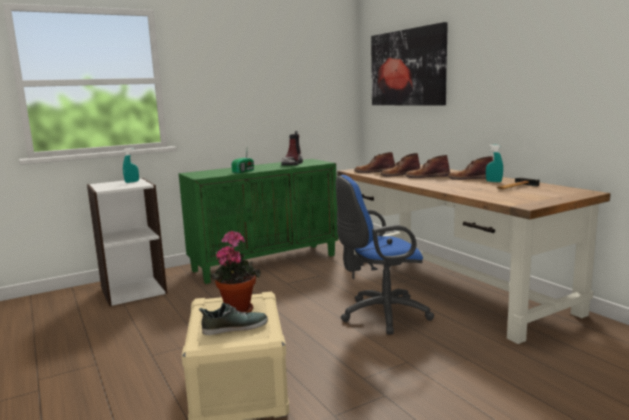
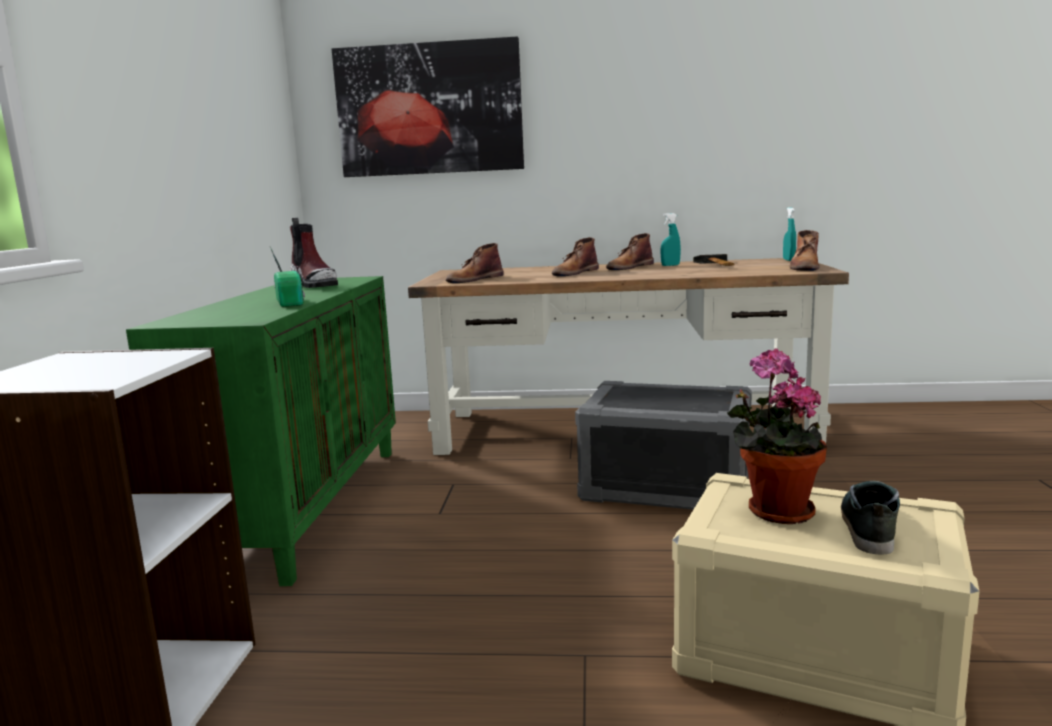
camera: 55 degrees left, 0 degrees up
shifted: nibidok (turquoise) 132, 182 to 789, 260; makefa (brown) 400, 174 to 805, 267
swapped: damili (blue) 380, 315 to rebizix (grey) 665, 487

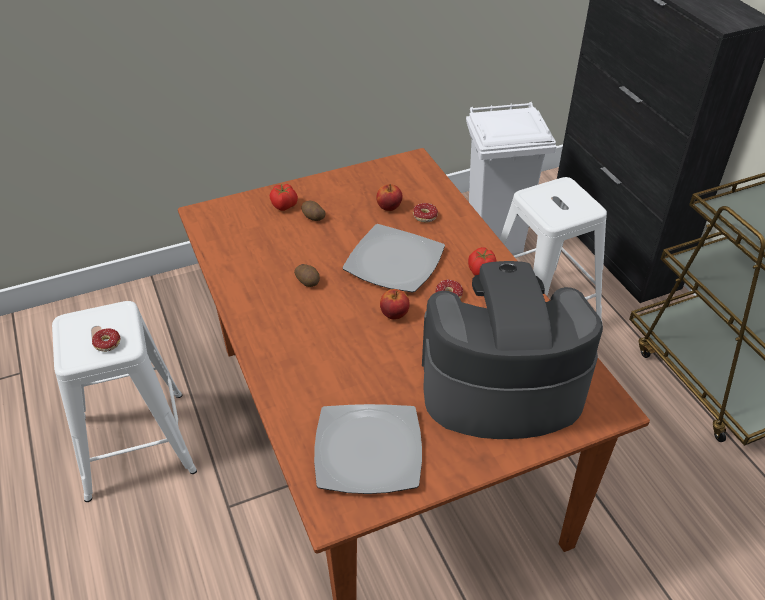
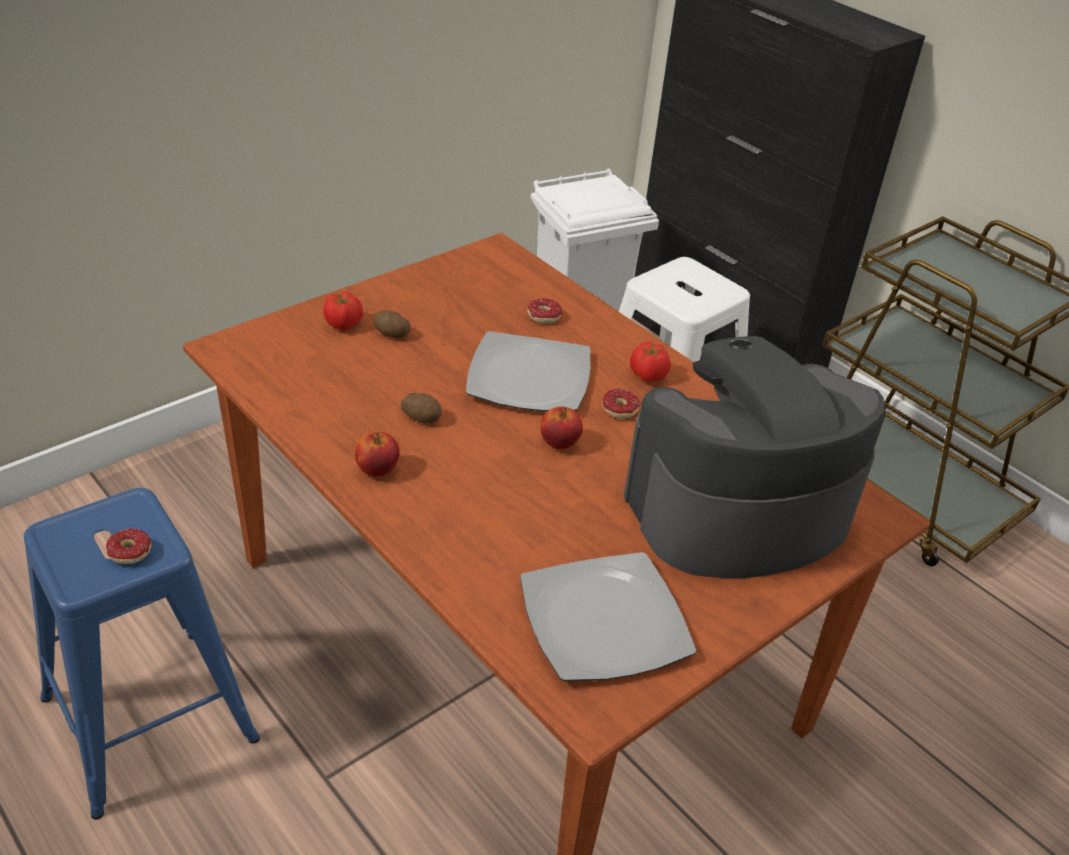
camera: 20 degrees left, 5 degrees down
shifted: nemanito 389, 207 to 377, 469
repainted: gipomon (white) 134, 443 to gipomon (blue) 146, 717

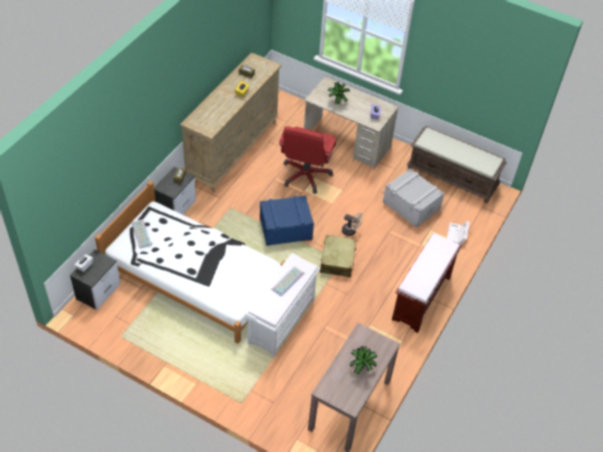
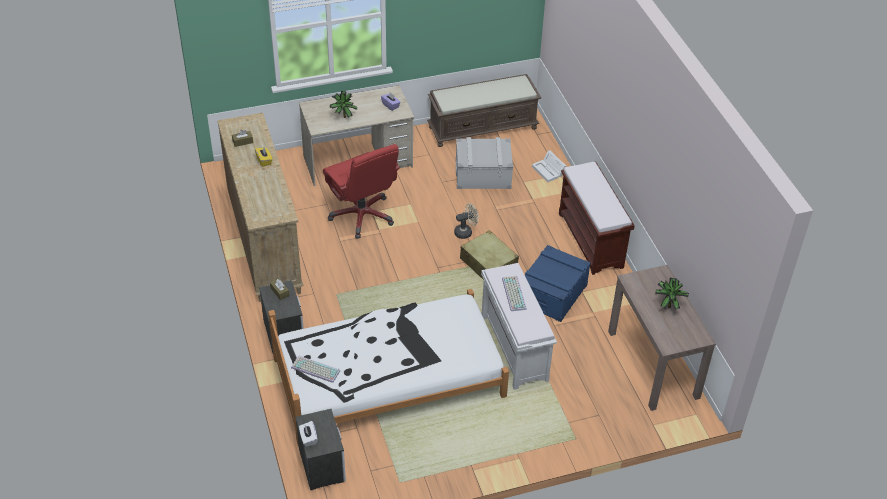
camera: 45 degrees left, 5 degrees down
shifted: rebizix (blue) 285, 228 to 552, 293

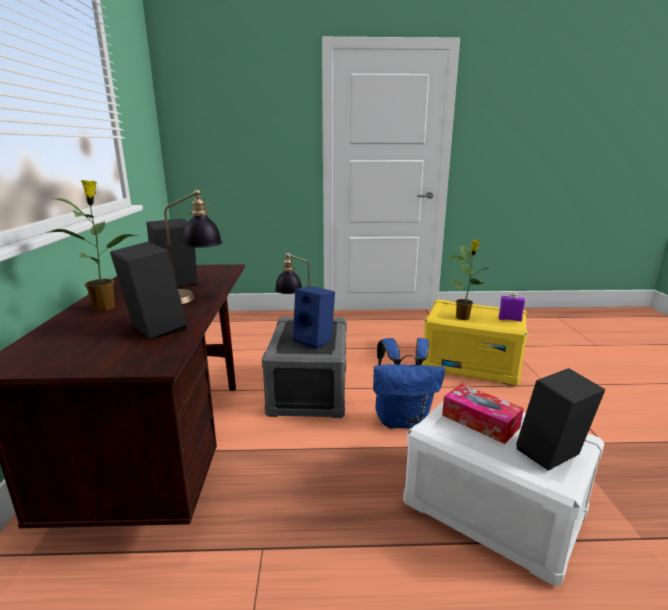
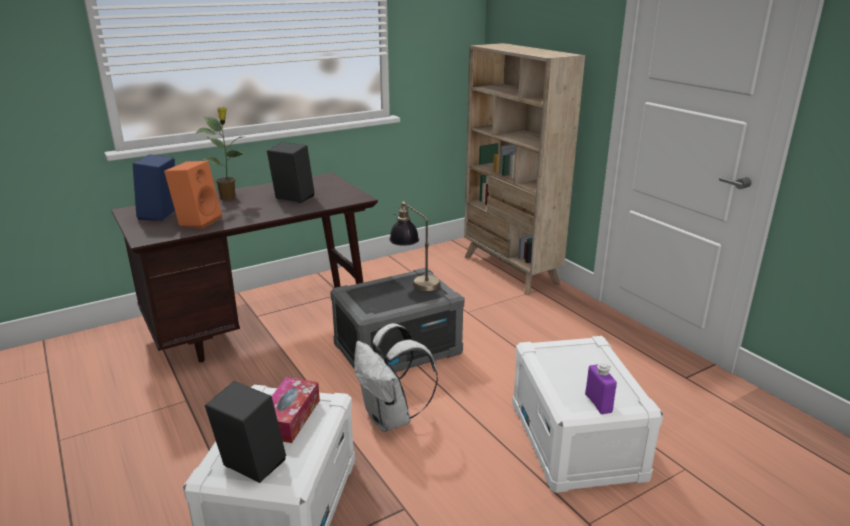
camera: 60 degrees right, 5 degrees up
gone: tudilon 192, 298; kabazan 463, 318
new: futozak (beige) 510, 270
shifted: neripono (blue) 315, 340 to 161, 215
repainted: neripono (black) 153, 329 to neripono (orange) 198, 221; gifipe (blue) 402, 420 to gifipe (white) 391, 418; rebizix (yellow) 471, 364 to rebizix (white) 577, 441

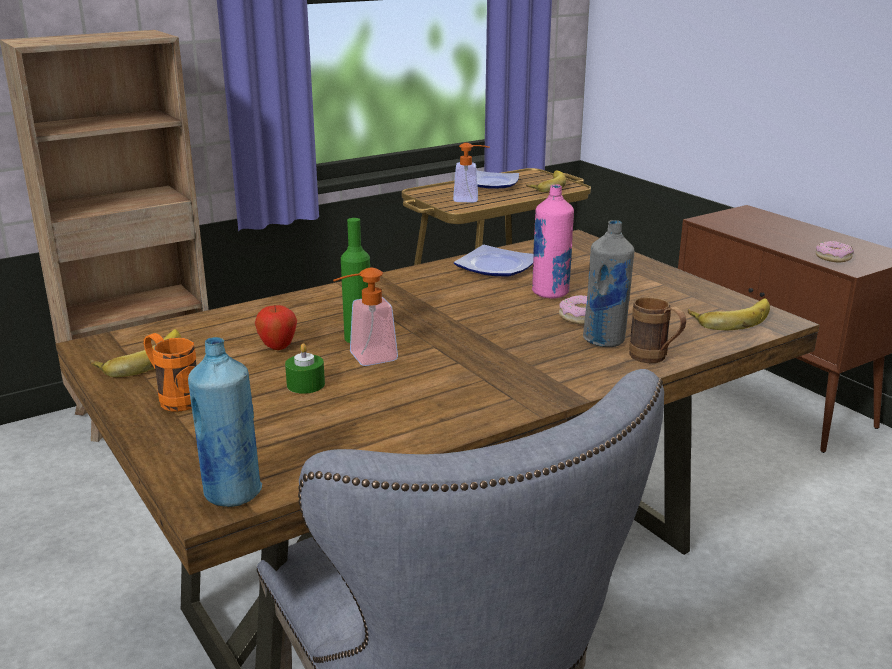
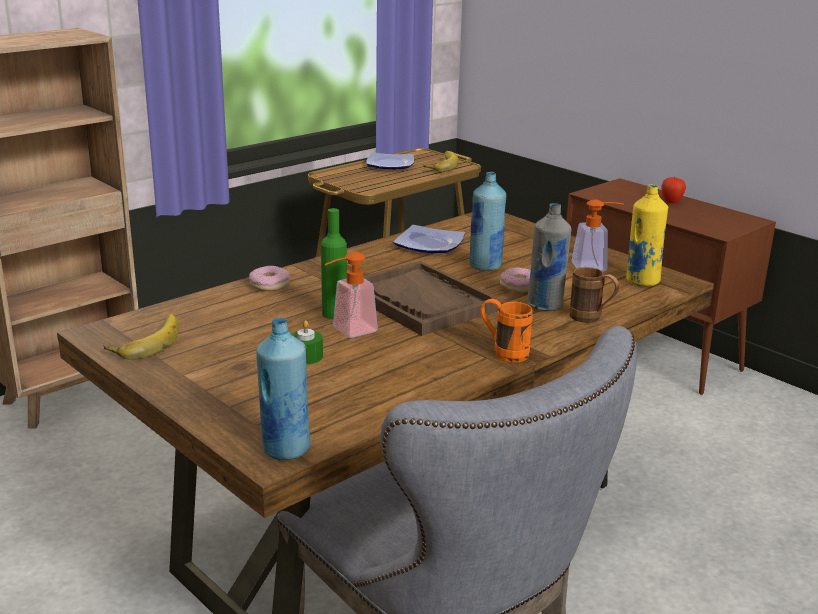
camera: 10 degrees left, 0 degrees up
new: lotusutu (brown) 421, 301
shifted: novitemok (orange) 173, 399 to 503, 353; nemanito 278, 348 to 671, 202; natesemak 471, 199 to 595, 267; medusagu 833, 257 to 270, 285
swapped: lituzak 730, 318 to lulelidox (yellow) 642, 281
repainted: lulelidox (pink) 550, 293 to lulelidox (blue) 485, 266

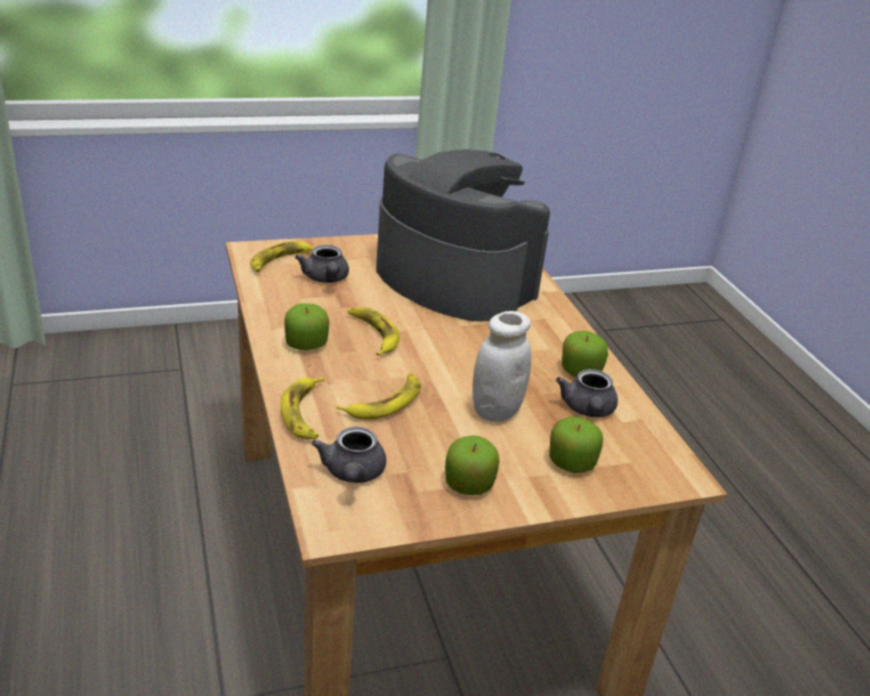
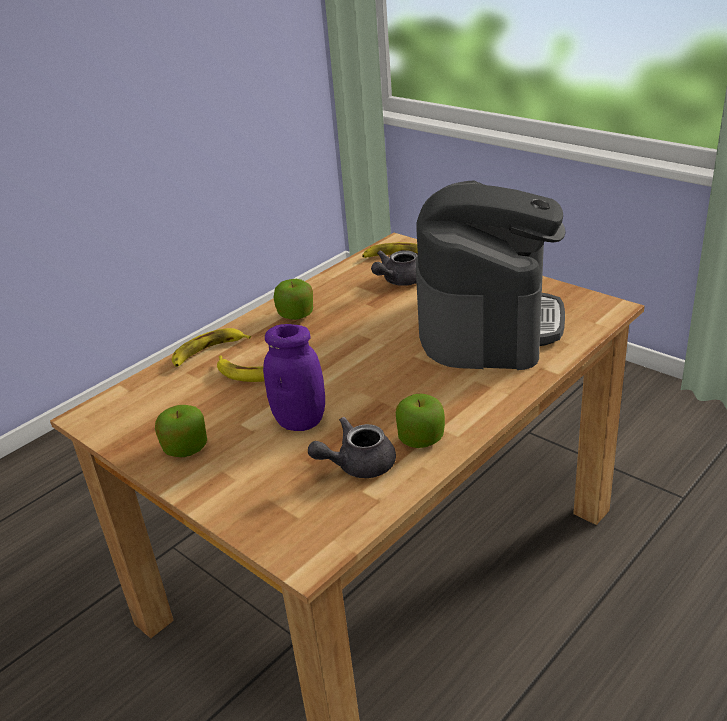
camera: 65 degrees right, 0 degrees up
gone: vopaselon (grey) 352, 474; lituzak 373, 334; nemanito 571, 462
repainted: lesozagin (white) 495, 411 to lesozagin (purple) 300, 421

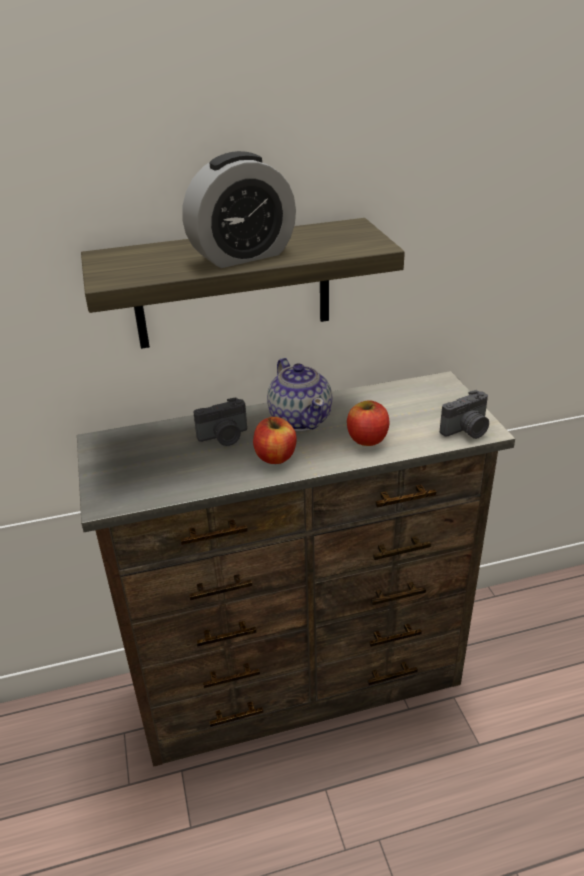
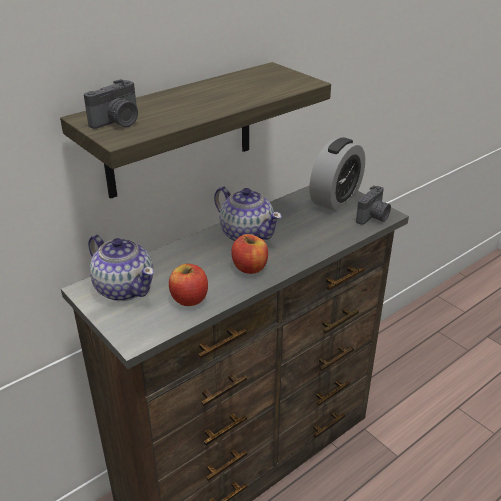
camera: 25 degrees left, 0 degrees up
new: vopaselon 124, 288
shifted: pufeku 242, 255 to 335, 199; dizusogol 224, 437 to 118, 122; nemanito 367, 439 to 189, 299

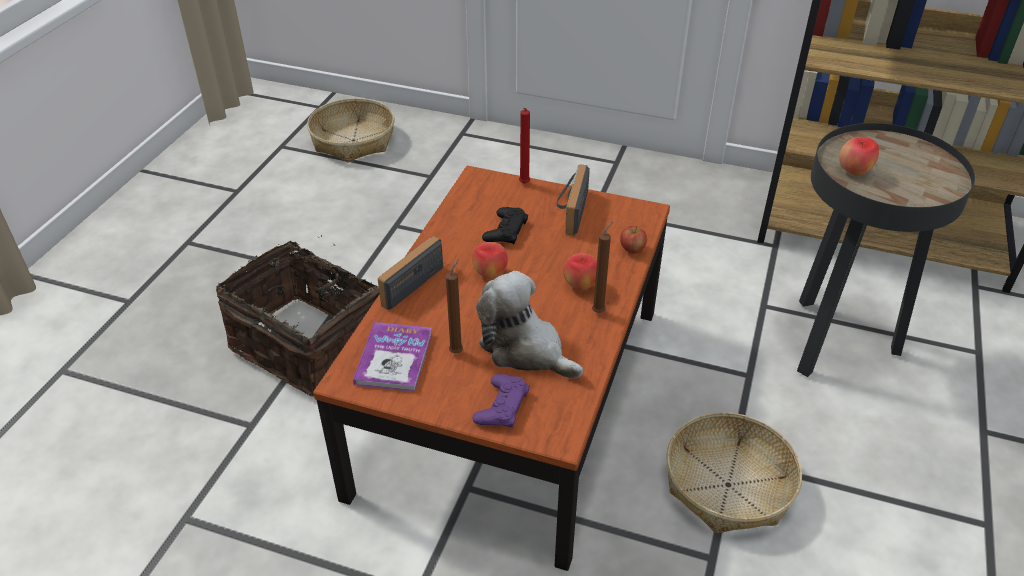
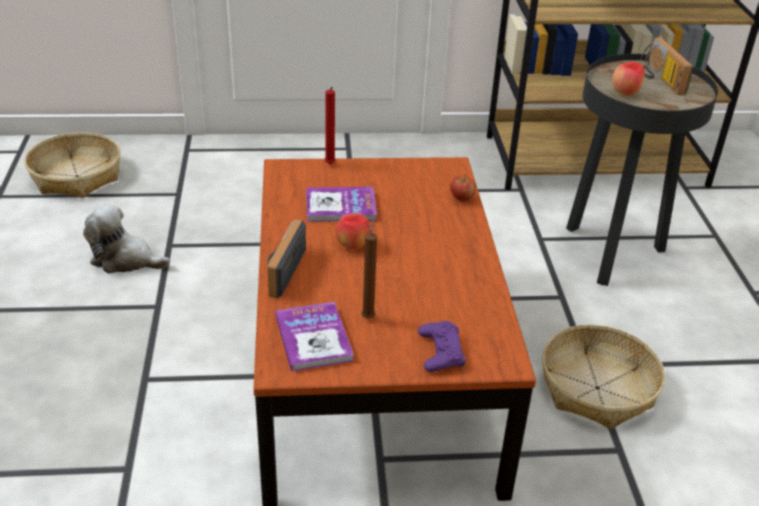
camera: 25 degrees left, 5 degrees down
gone: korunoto 310, 344; nemanito 580, 286; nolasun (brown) 599, 311
shifted: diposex 525, 349 to 125, 259; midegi 569, 210 to 658, 79
swapped: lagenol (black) 505, 230 to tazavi 340, 206

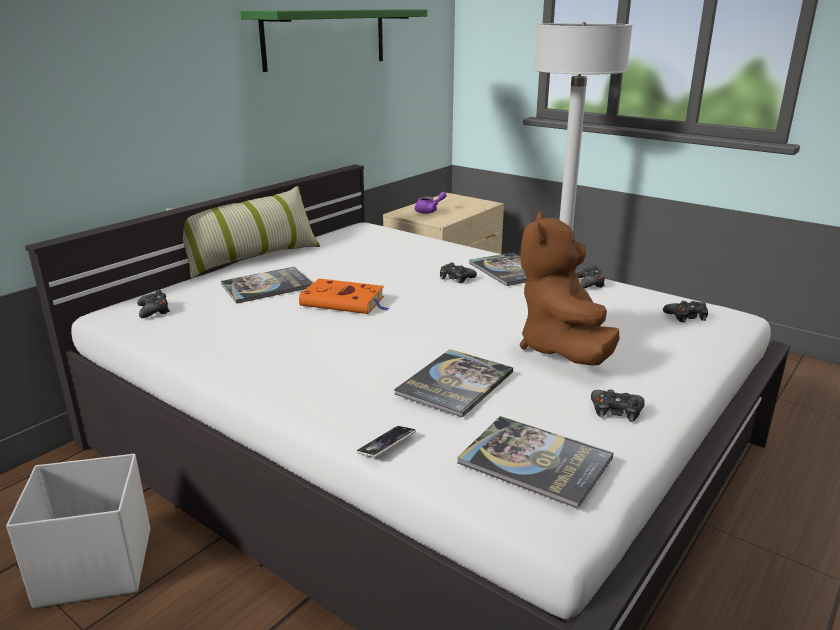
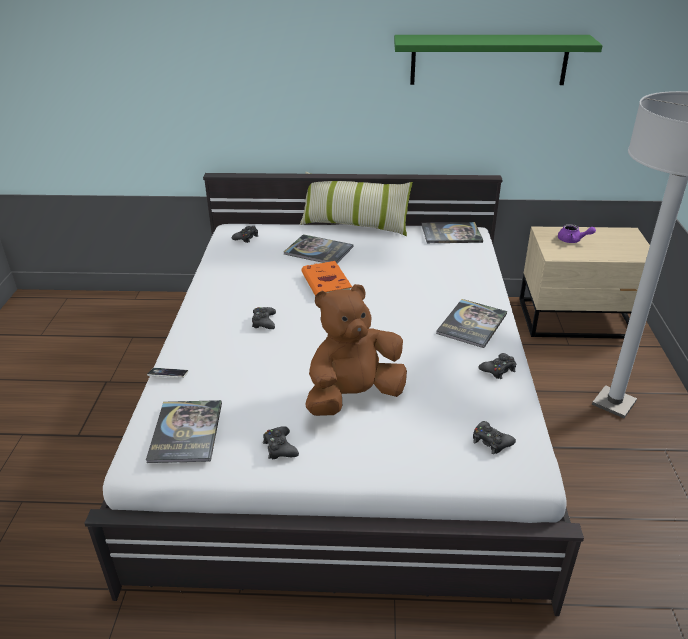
camera: 55 degrees right, 10 degrees up
gone: rebizix (white) 94, 566
shifted: tazavi 455, 383 to 451, 234; lagenol (black) 456, 278 to 264, 322

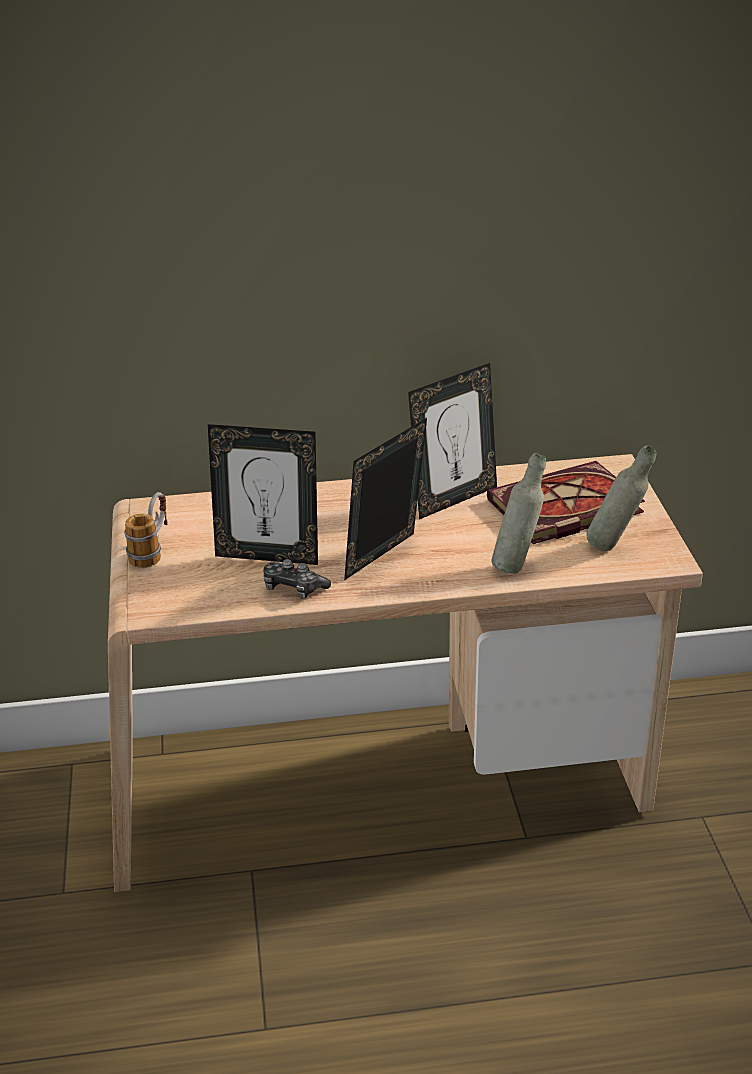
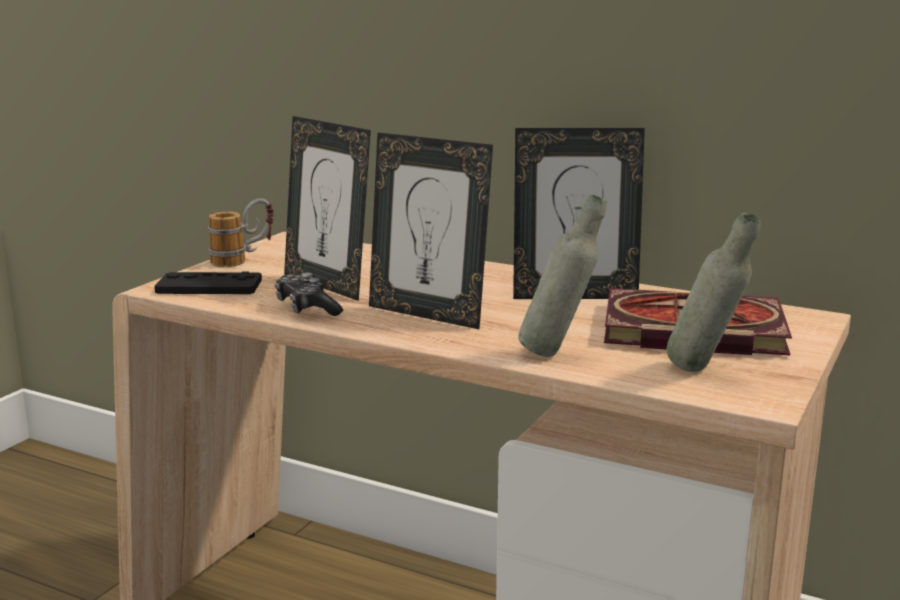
camera: 35 degrees right, 15 degrees down
new: lagenol (black) 209, 286
rotated: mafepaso 386, 559 = 428, 314 135 degrees counterclockwise

